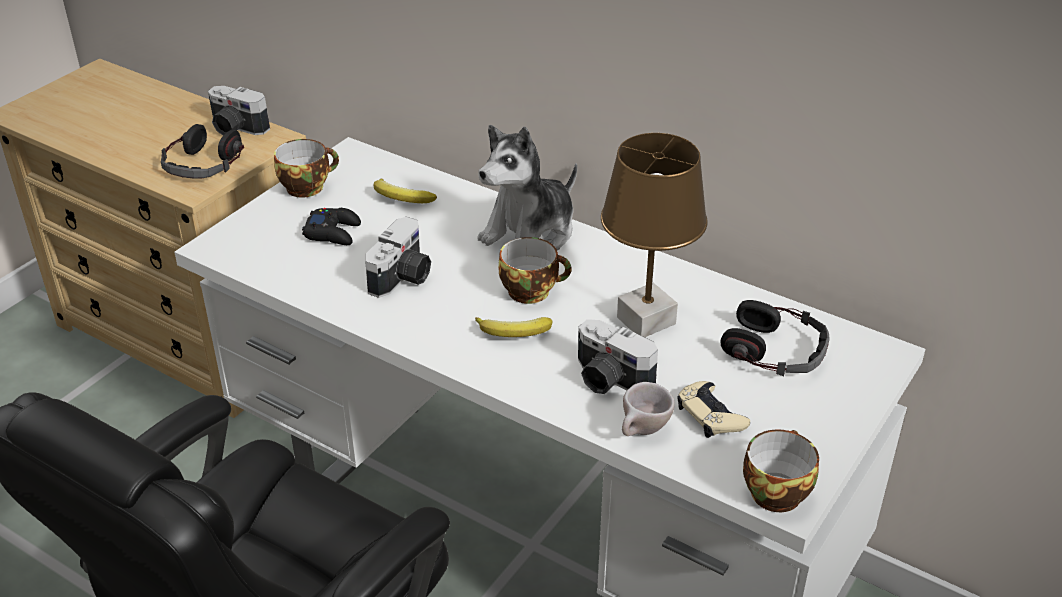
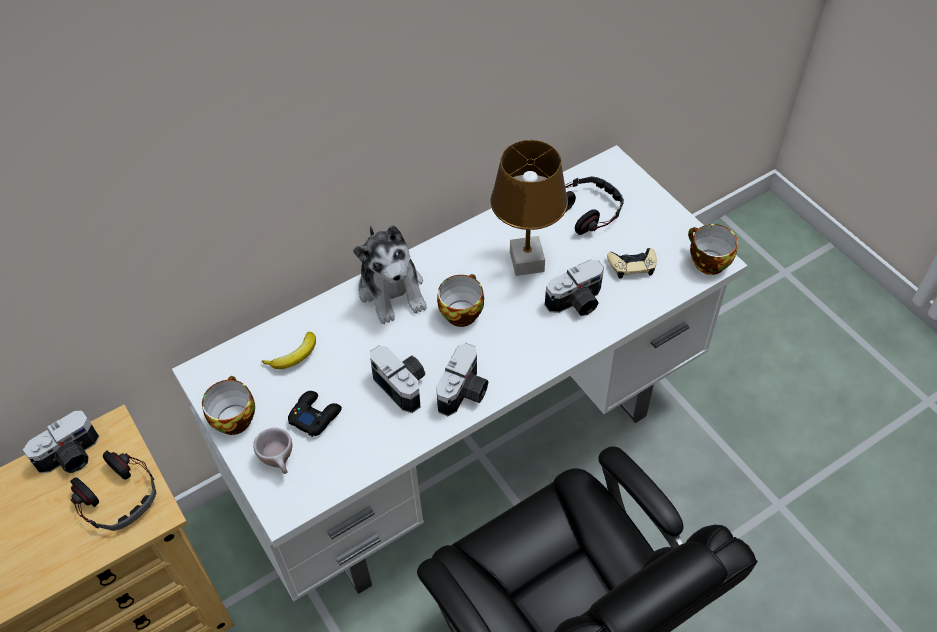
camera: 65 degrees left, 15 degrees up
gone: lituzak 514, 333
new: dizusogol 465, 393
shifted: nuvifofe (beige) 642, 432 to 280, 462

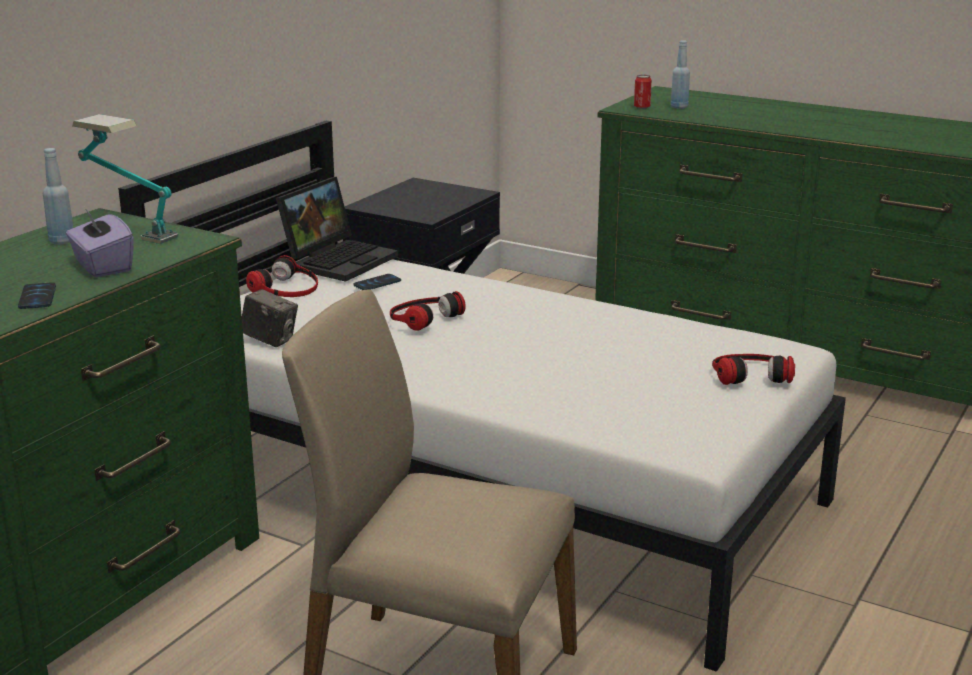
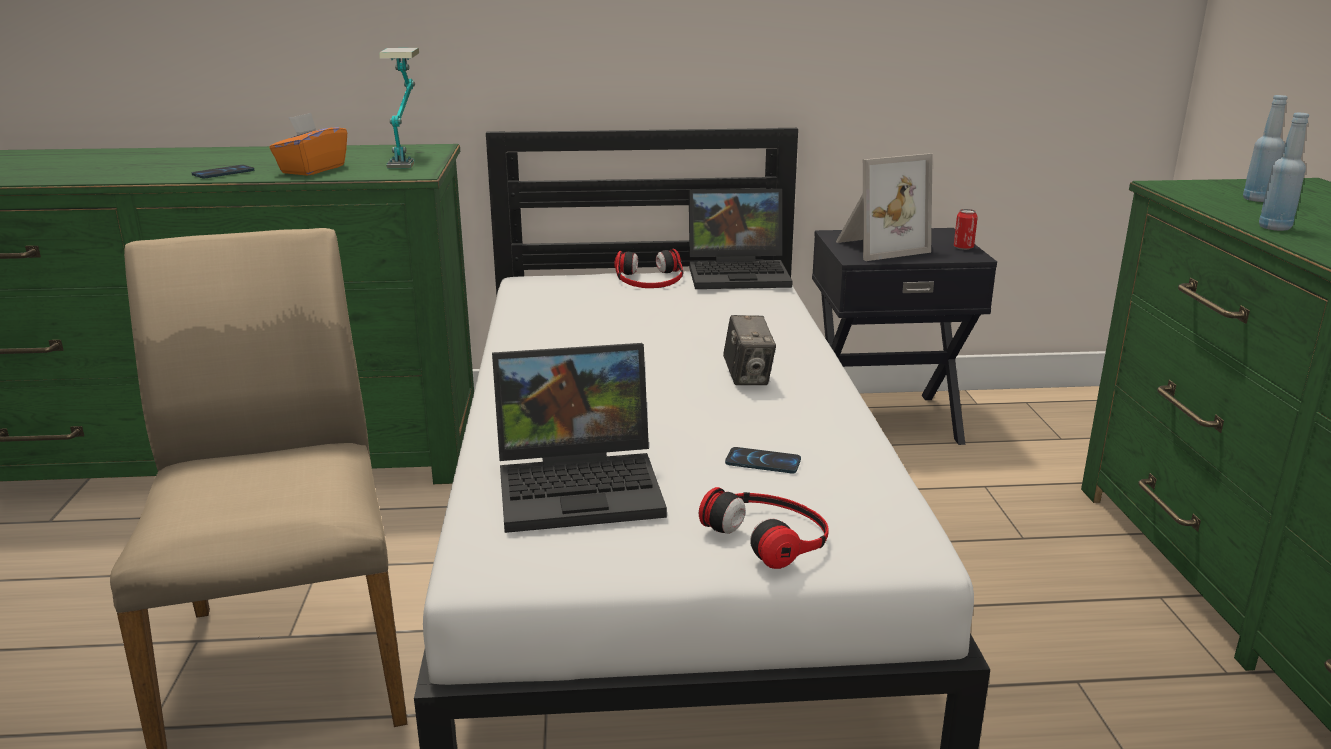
camera: 55 degrees right, 0 degrees up
gone: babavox 423, 317
new: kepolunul 583, 485; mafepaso 877, 247
shifted: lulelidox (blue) 62, 241 to 1274, 228; dizusogol 270, 341 to 748, 377; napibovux 377, 283 to 763, 462; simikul 642, 107 to 963, 248
repainted: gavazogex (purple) 102, 266 to gavazogex (orange) 312, 169

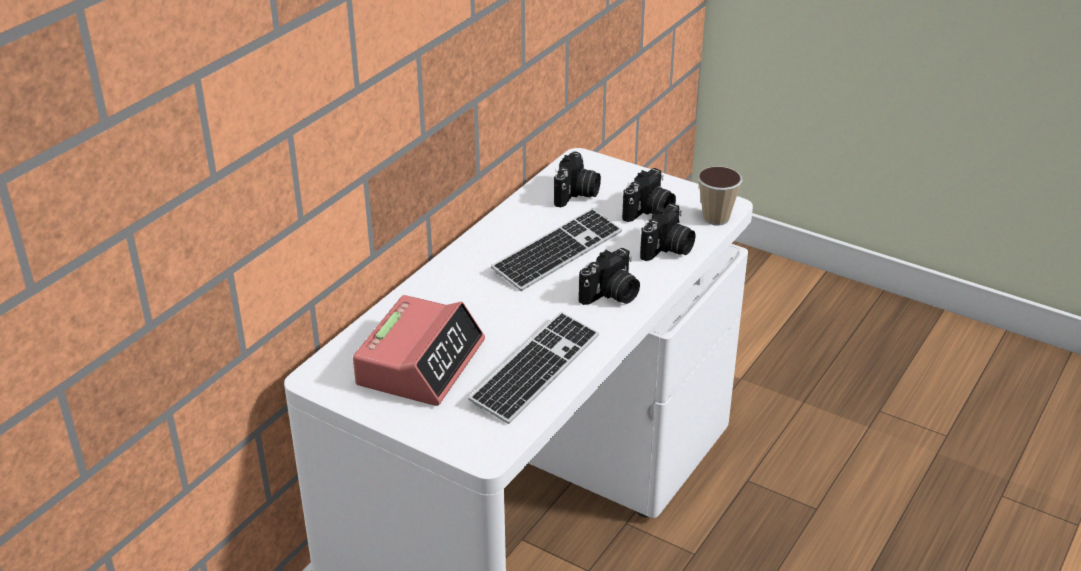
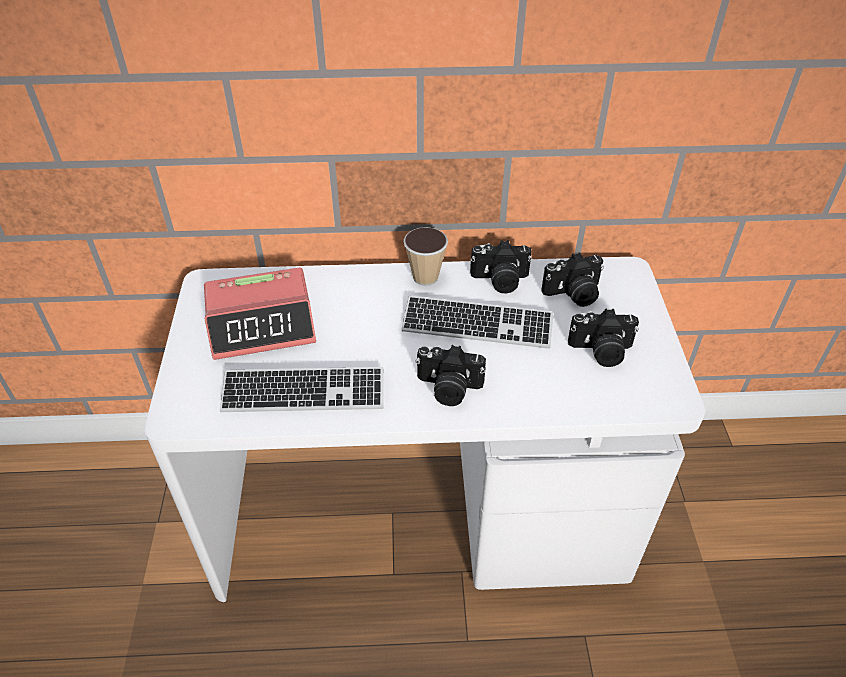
camera: 55 degrees right, 10 degrees up
shifted: dizusogol 668, 249 to 500, 281; nuvifofe 716, 218 to 425, 277

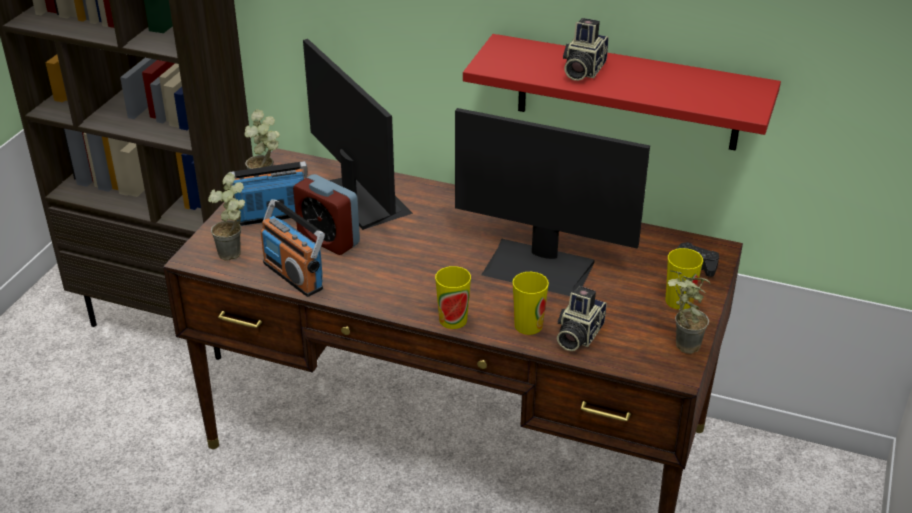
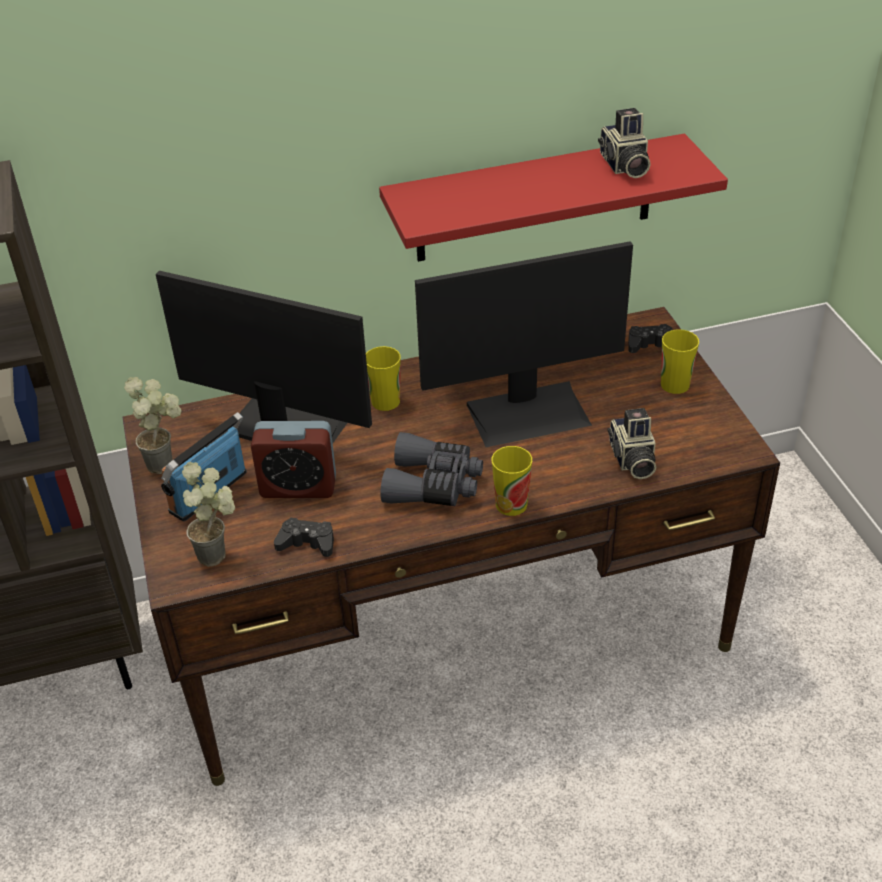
camera: 35 degrees left, 5 degrees up
gone: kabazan 679, 345
new: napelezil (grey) 434, 484
shifted: nuvifofe 528, 325 to 385, 401; dizusogol 582, 70 to 623, 166
swapped: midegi 294, 275 to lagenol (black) 307, 543

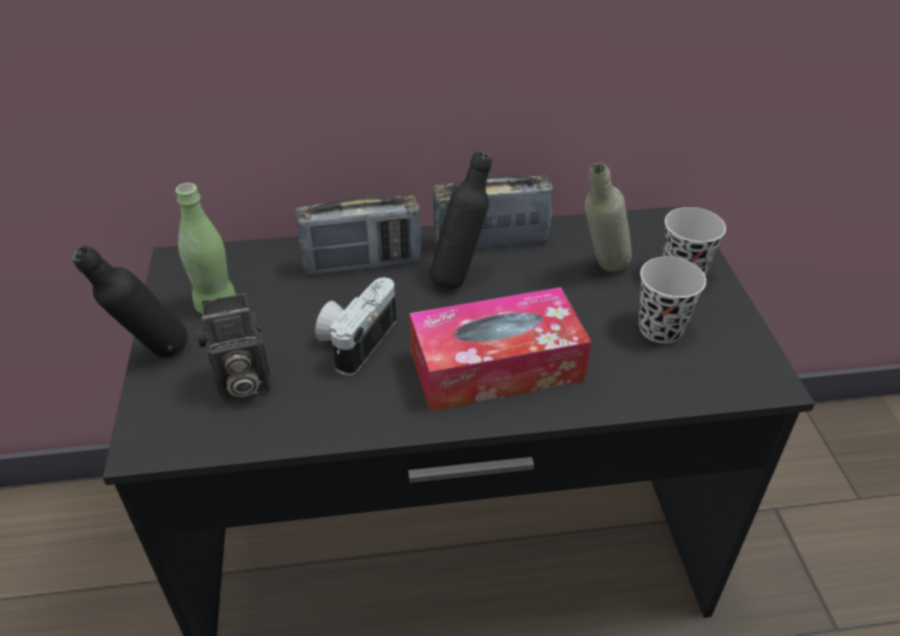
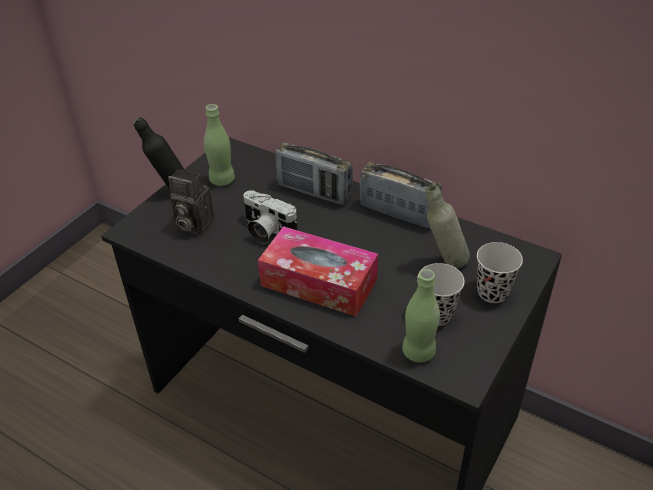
camera: 40 degrees right, 0 degrees up
gone: lulelidox (black) 460, 277
new: lulelidox (green) 418, 352
rotated: dizusogol 356, 340 = 266, 231 120 degrees counterclockwise

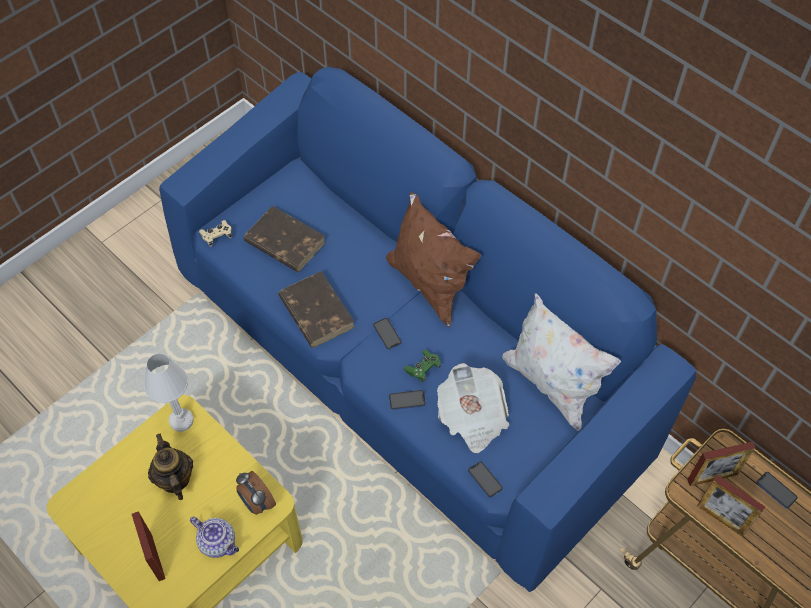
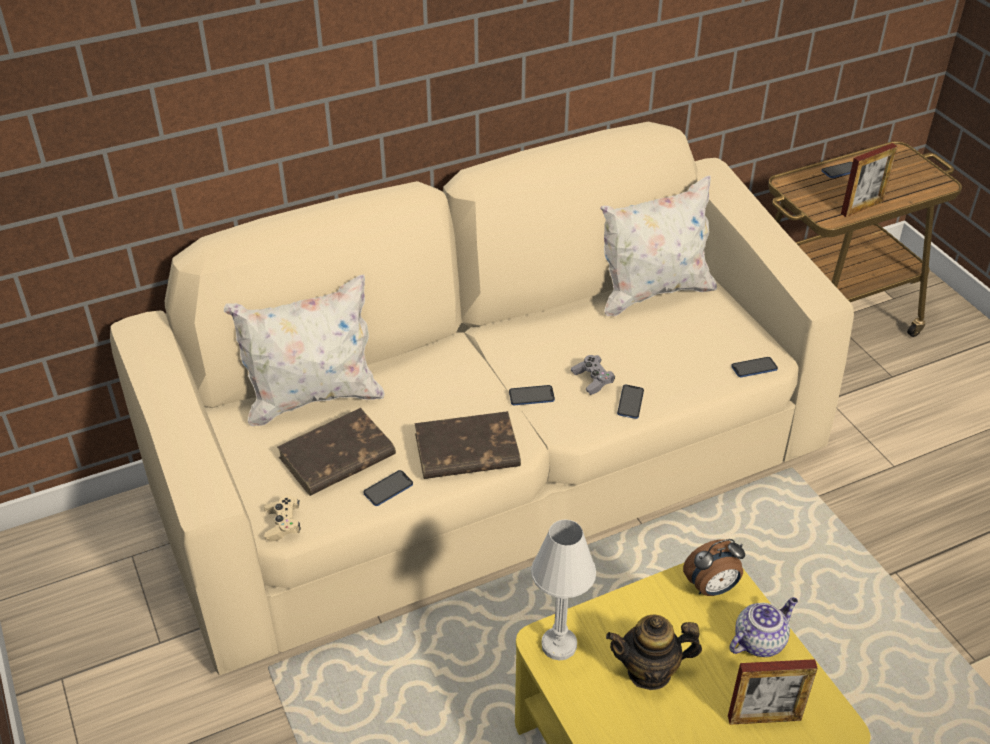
camera: 70 degrees left, 15 degrees down
gone: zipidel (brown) 429, 284; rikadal 472, 417; mafepaso 712, 477
new: zipidel (white) 313, 398; napibovux 388, 489
repainted: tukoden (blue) 406, 360 to tukoden (beige) 494, 473; lagenol (green) 423, 369 to lagenol (grey) 592, 380

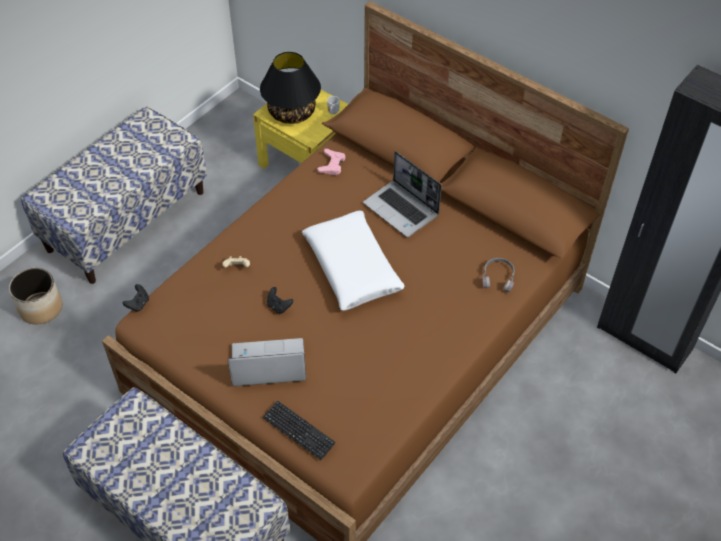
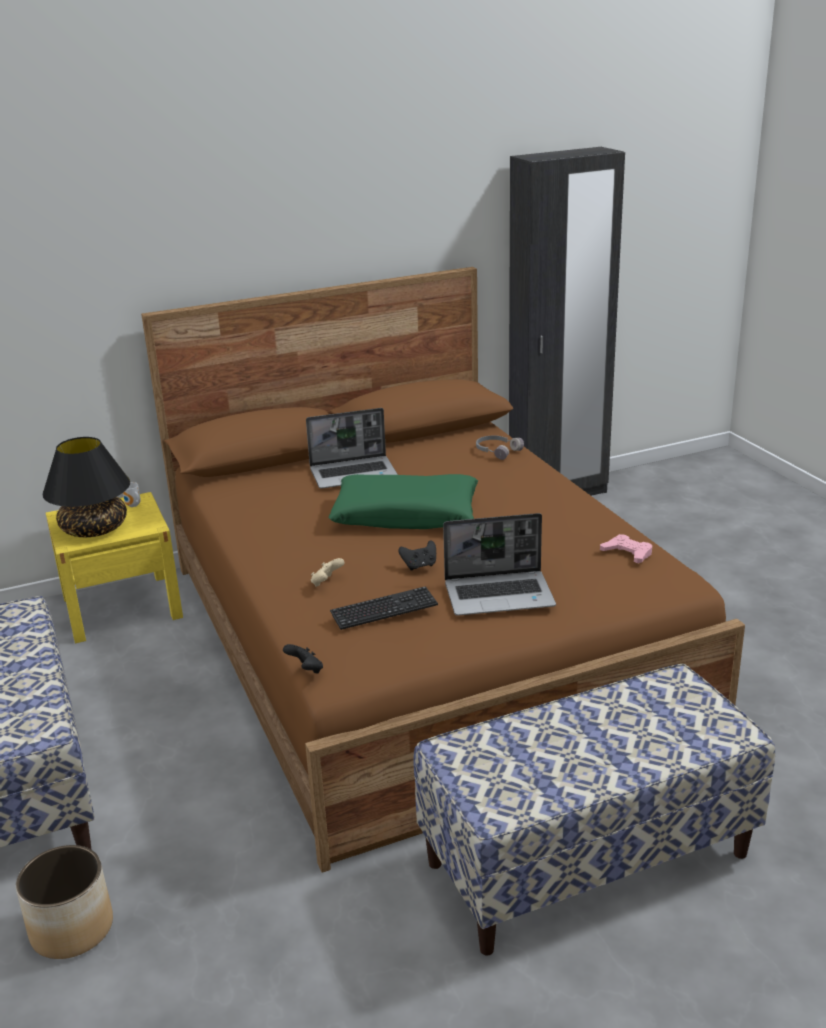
camera: 60 degrees left, 25 degrees down
shifted: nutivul 298, 431 to 384, 610; lagenol (pink) 332, 164 to 627, 553
repainted: zipidel (white) 352, 267 to zipidel (green) 405, 515
rotated: kepolunul 267, 365 = 500, 595 120 degrees counterclockwise

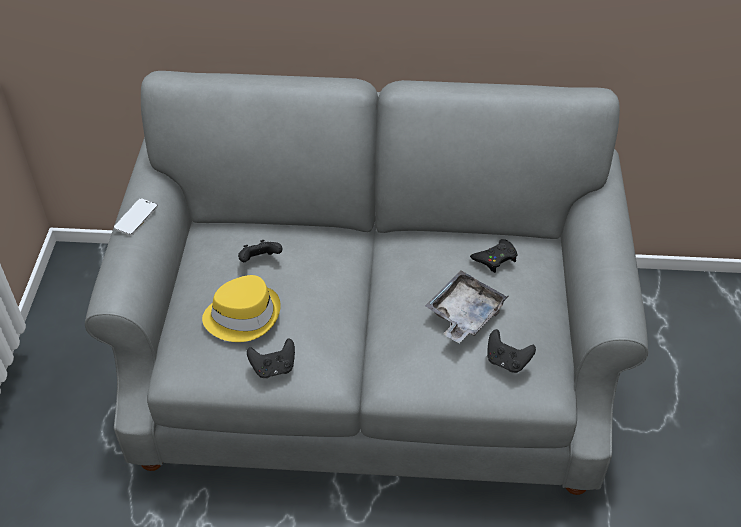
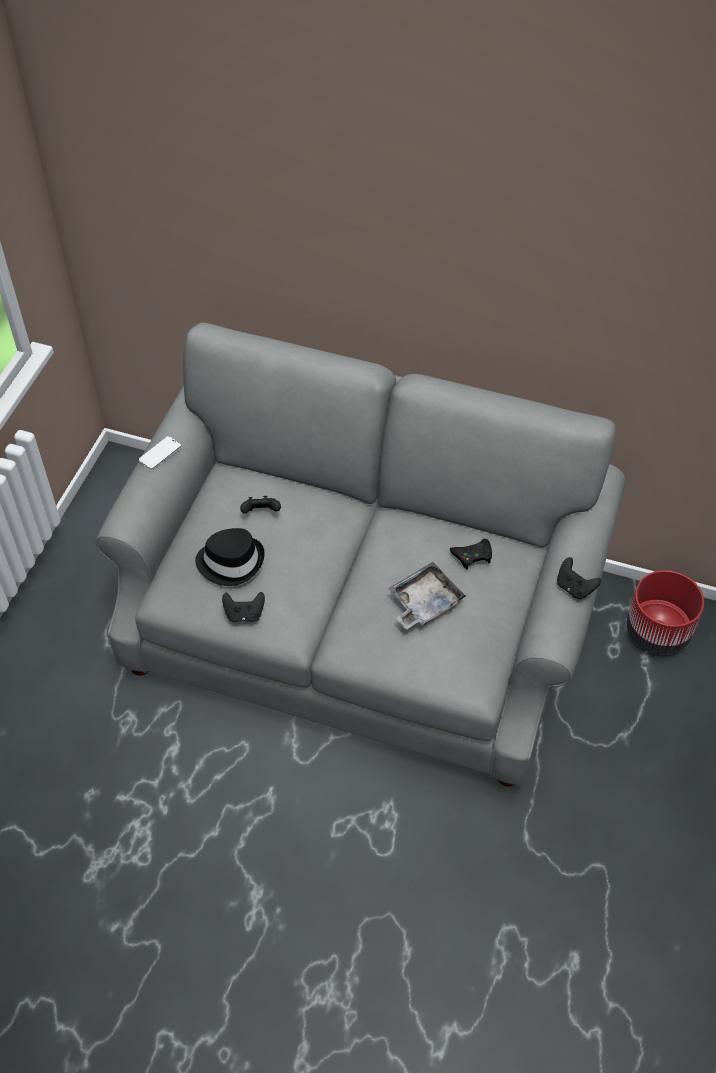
camera: 15 degrees right, 5 degrees up
new: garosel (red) 658, 631
shifted: lagenol (black) 507, 361 to 574, 588
repainted: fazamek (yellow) 243, 315 to fazamek (black) 231, 561

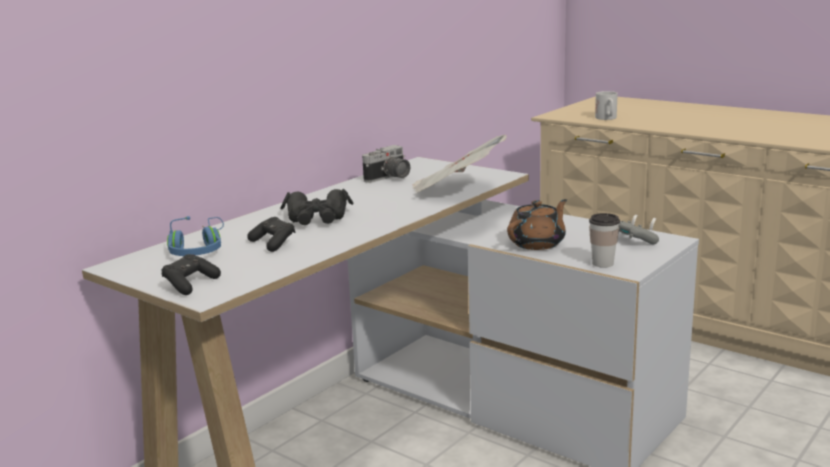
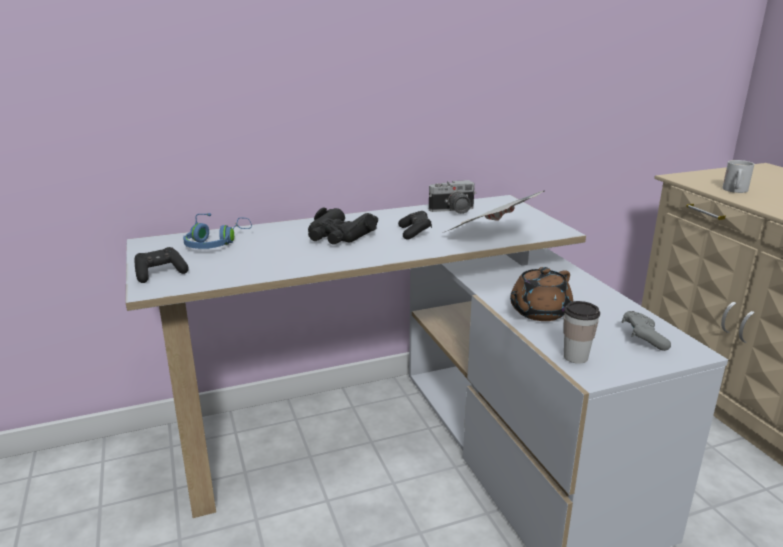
camera: 30 degrees right, 5 degrees up
shifted: lagenol (black) 273, 243 to 415, 233
rotated: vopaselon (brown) 537, 243 = 538, 312 150 degrees clockwise

